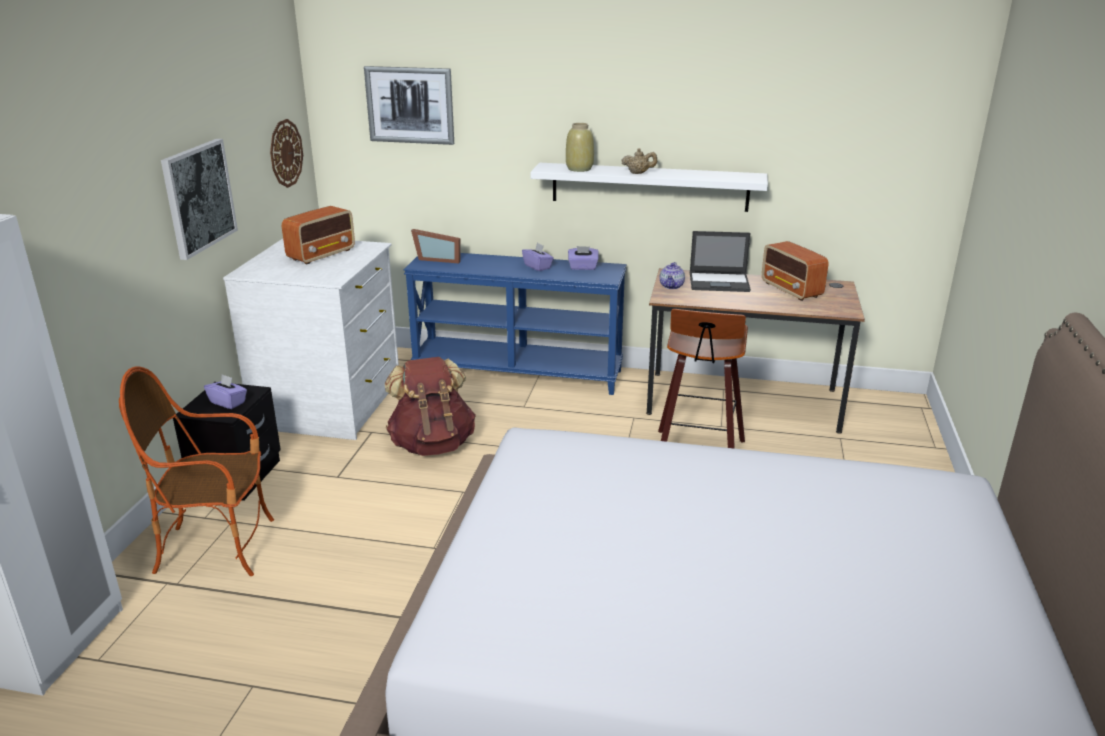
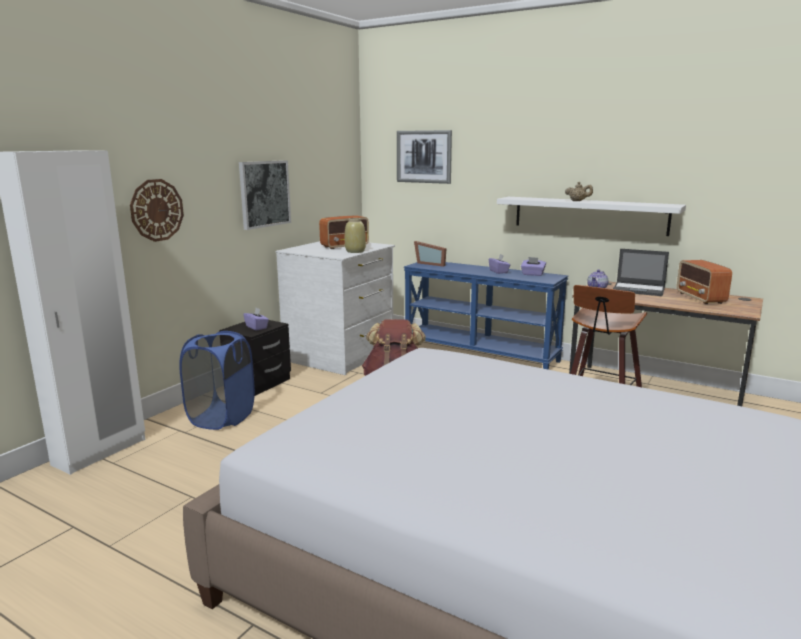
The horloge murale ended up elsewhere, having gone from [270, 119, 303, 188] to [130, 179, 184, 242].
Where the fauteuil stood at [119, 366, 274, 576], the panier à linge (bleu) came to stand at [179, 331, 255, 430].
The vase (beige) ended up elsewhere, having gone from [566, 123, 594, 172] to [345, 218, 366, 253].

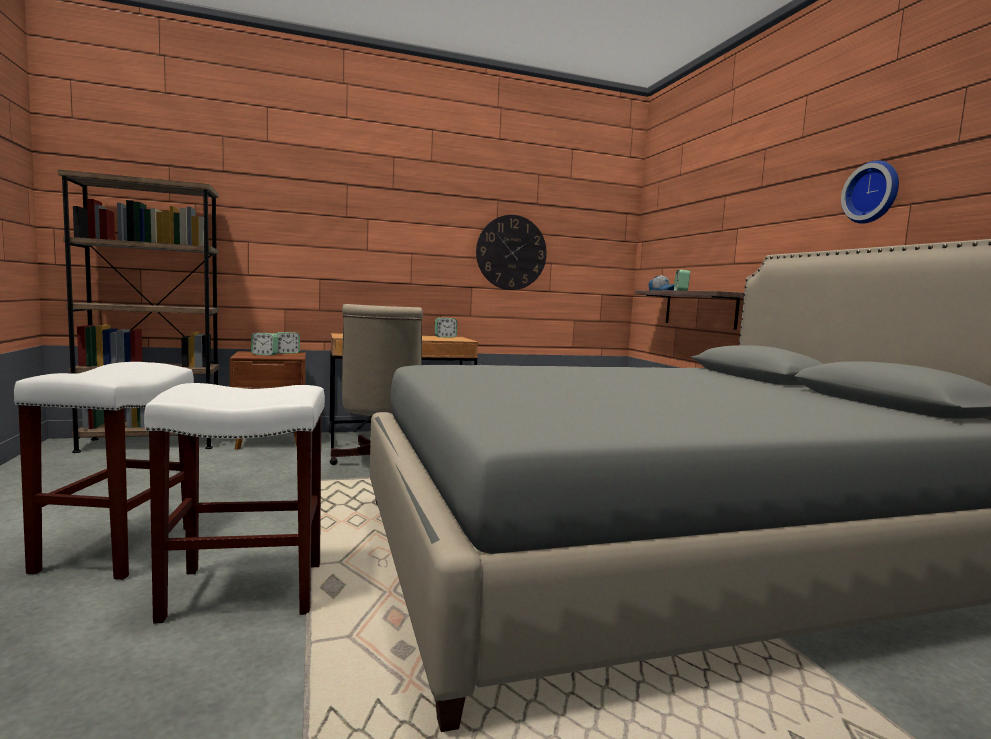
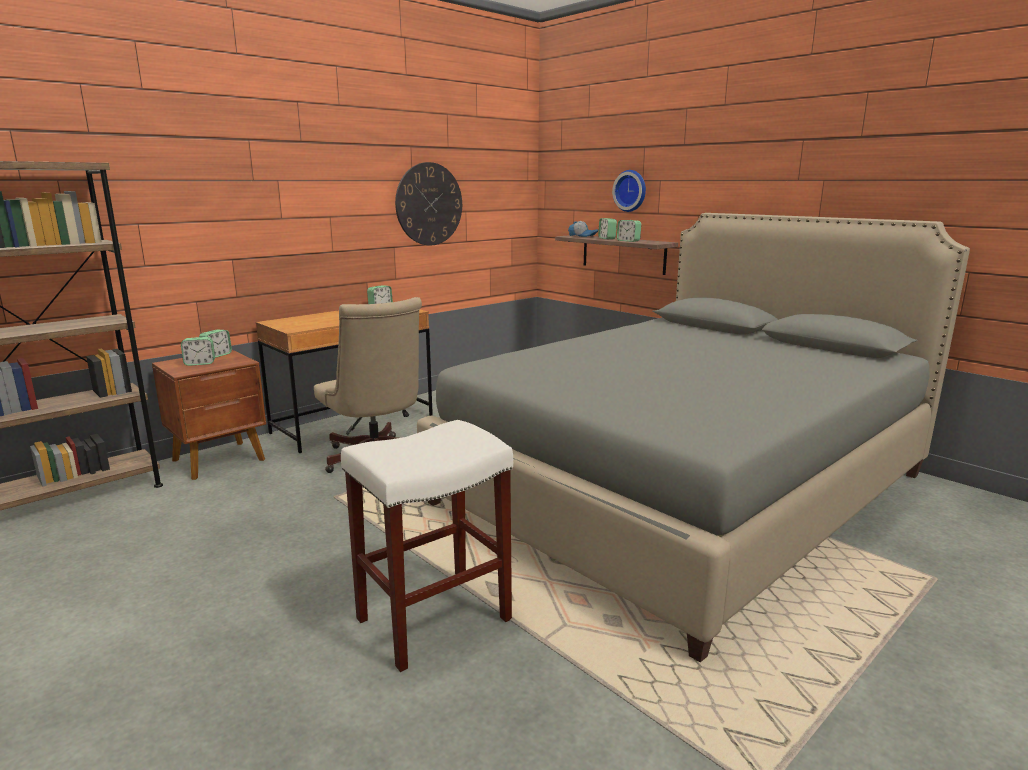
The horloge murale ended up elsewhere, having gone from [841, 160, 899, 224] to [612, 170, 646, 212].
The second view gained the réveil at [617, 220, 641, 242].
The second view lost the tabouret (blanc) at [14, 362, 194, 580].

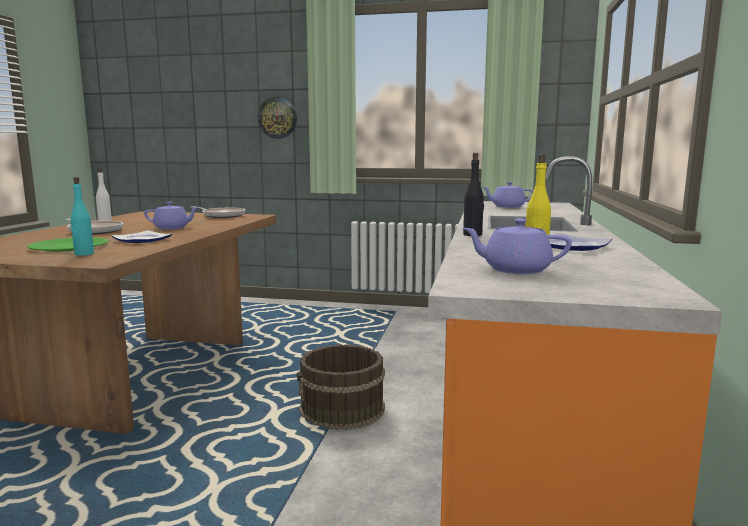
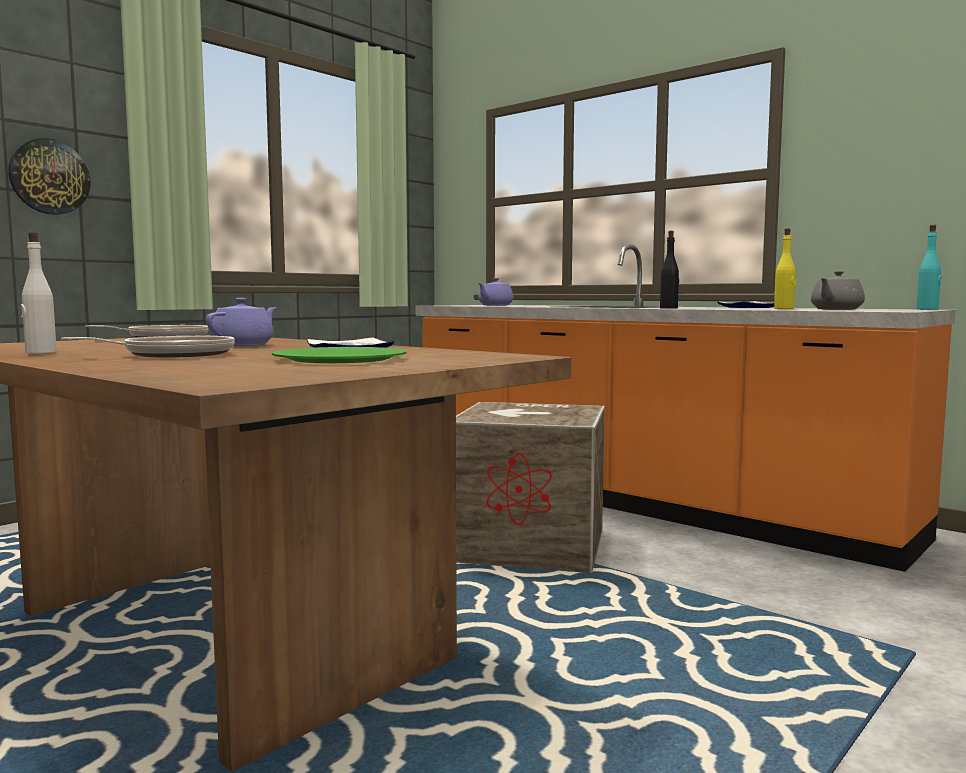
Where the seau (marron) stood at [297, 344, 385, 430], the caisse came to stand at [456, 402, 605, 573].
What was the théière (violet) at [463, 219, 572, 274] turned into the théière (gris) at [811, 271, 865, 310].
The bouteille (turquoise) ended up elsewhere, having gone from [71, 177, 94, 256] to [916, 225, 942, 310].

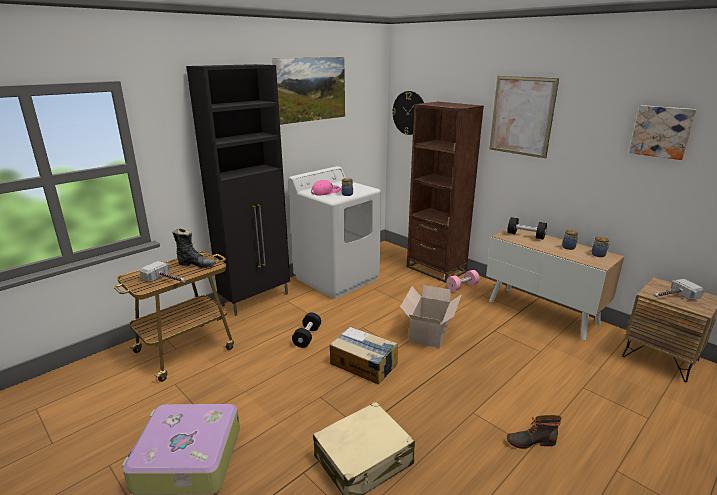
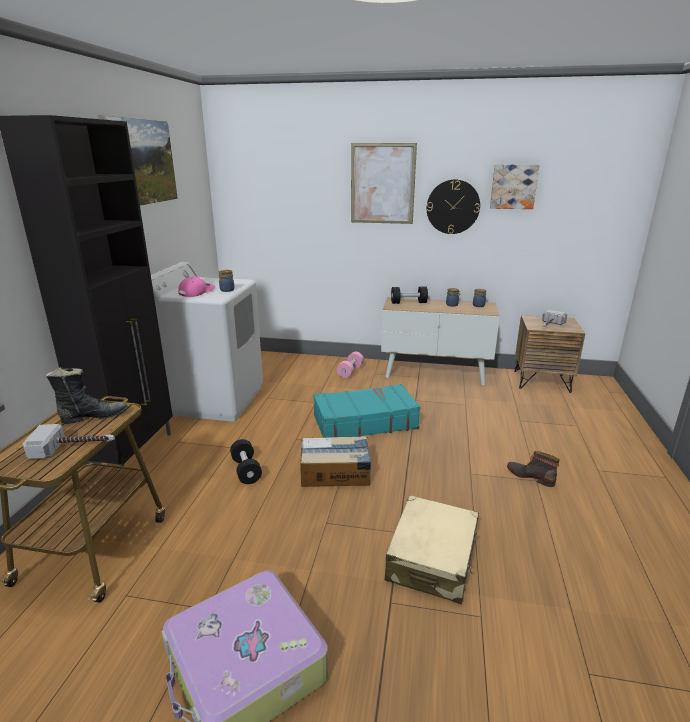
Where the carton stood at [400, 285, 462, 348], the valise (turquoise) came to stand at [313, 384, 421, 438].
The horloge murale ended up elsewhere, having gone from [392, 91, 424, 135] to [427, 179, 480, 234].
The botte at [507, 415, 562, 449] ended up facing another way, 75 degrees clockwise from before.
The second view lost the bibliothèque (marron) at [407, 102, 484, 283].

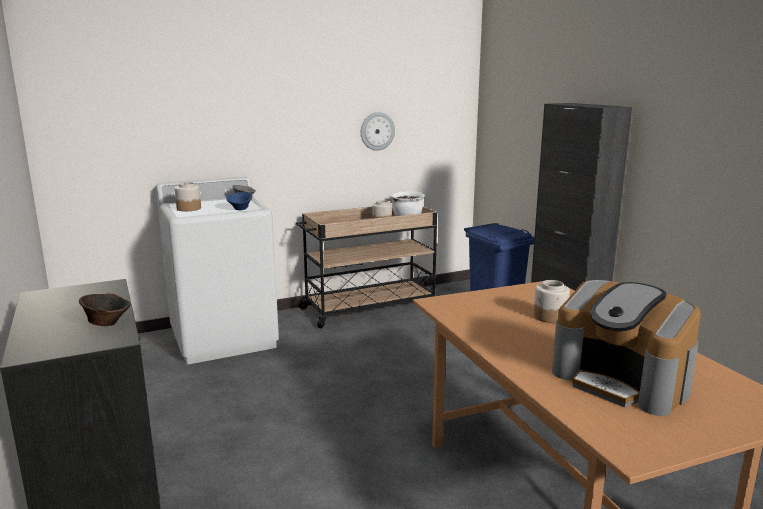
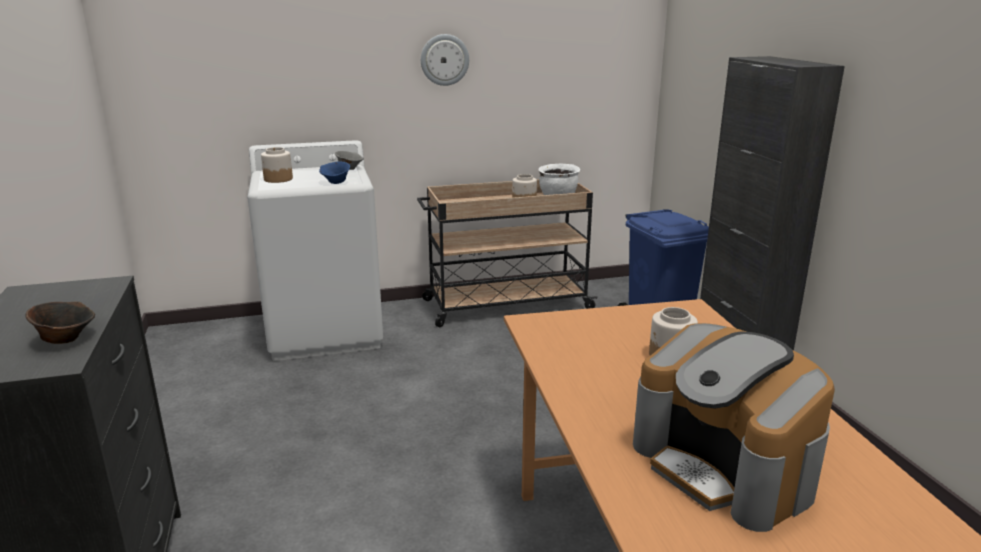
The horloge murale ended up elsewhere, having gone from [361, 112, 395, 151] to [421, 34, 469, 86].

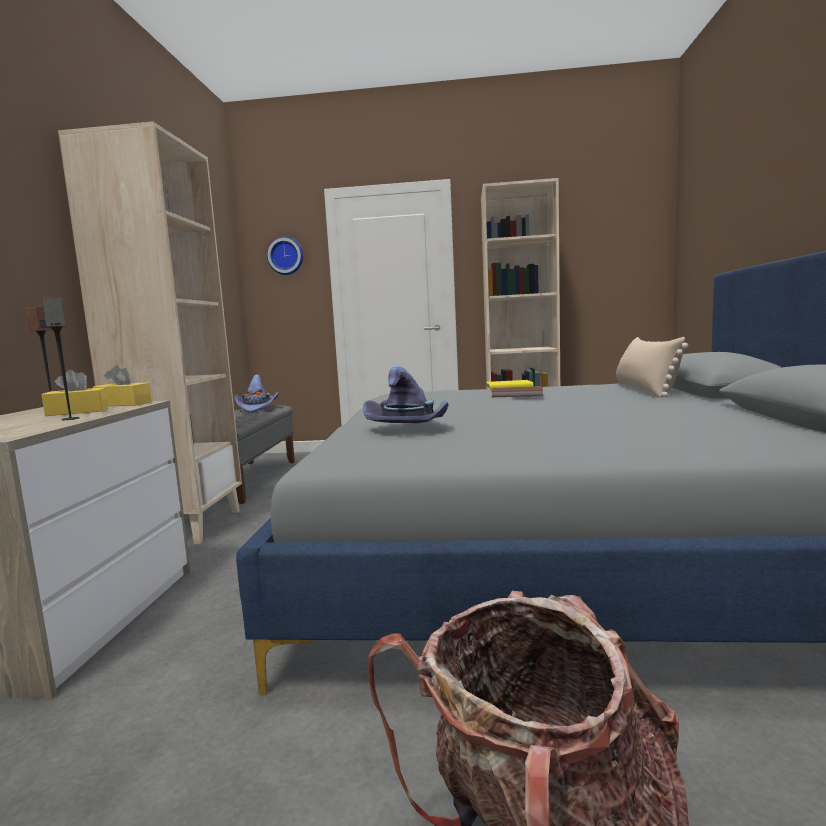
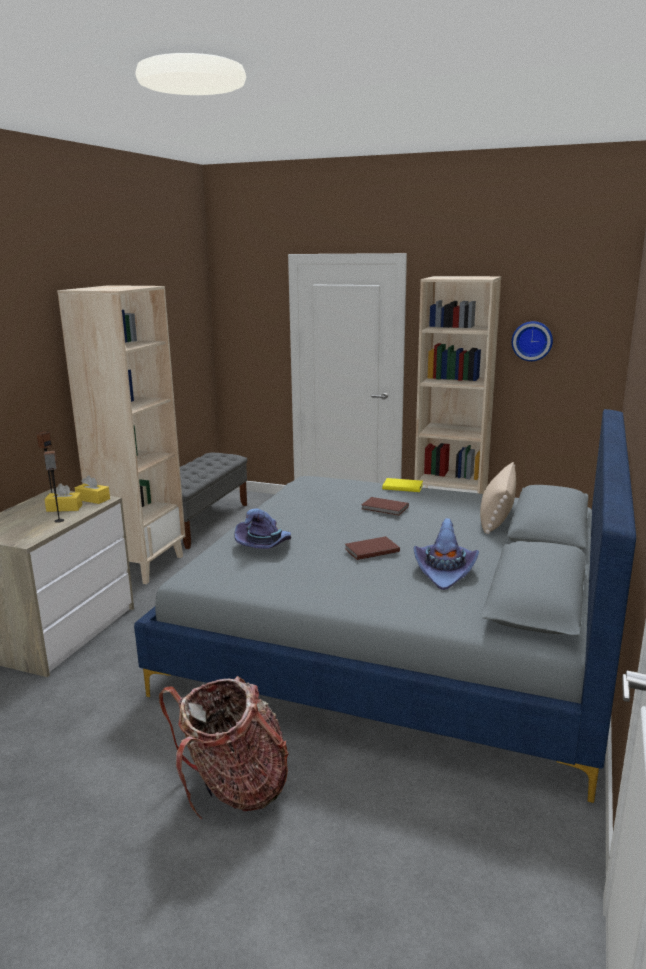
The second view gained the livre (marron) at [345, 536, 400, 560].
The chapeau (violet) ended up elsewhere, having gone from [234, 375, 279, 413] to [414, 518, 479, 590].
The horloge murale ended up elsewhere, having gone from [267, 237, 303, 275] to [512, 321, 553, 361].

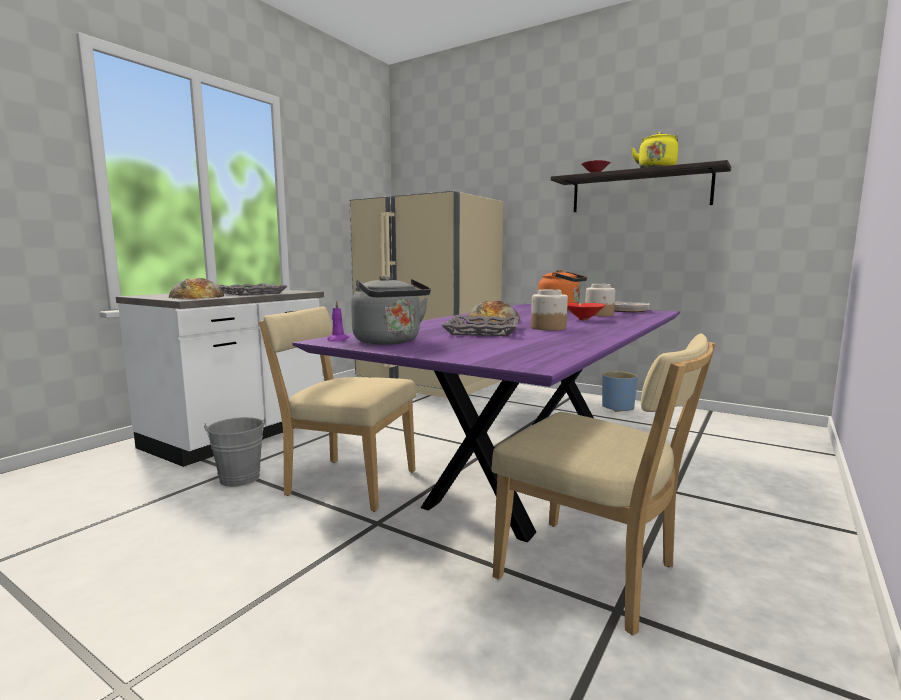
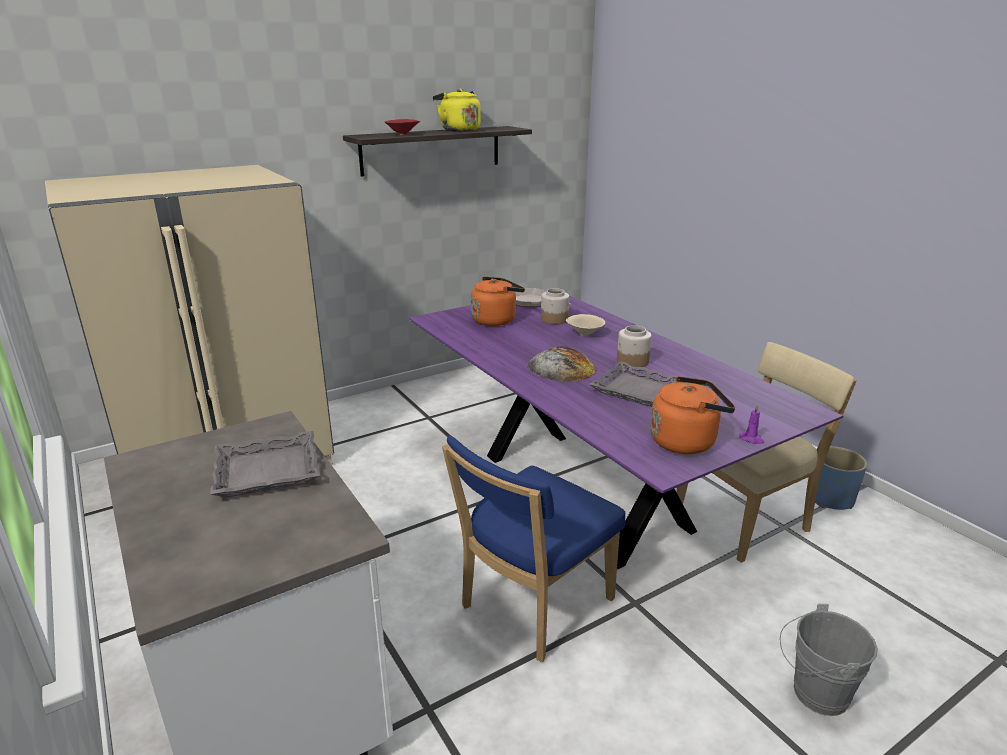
What was the chaise (beige) at [259, 307, 416, 512] turned into the chaise (bleu) at [442, 436, 625, 662].
What was the bol (rouge) at [567, 303, 605, 320] turned into the bol (beige) at [565, 314, 605, 336].
What was the bouilloire (gris) at [351, 275, 431, 345] turned into the bouilloire (orange) at [650, 376, 735, 454].
The bougie (violet) ended up elsewhere, having gone from [327, 300, 349, 342] to [739, 405, 764, 444].
The seau (gris) ended up elsewhere, having gone from [204, 417, 266, 487] to [780, 604, 878, 716].
The cache-pot (bleu) ended up elsewhere, having gone from [602, 371, 638, 412] to [815, 446, 867, 510].
The second view lost the pain at [168, 278, 224, 299].

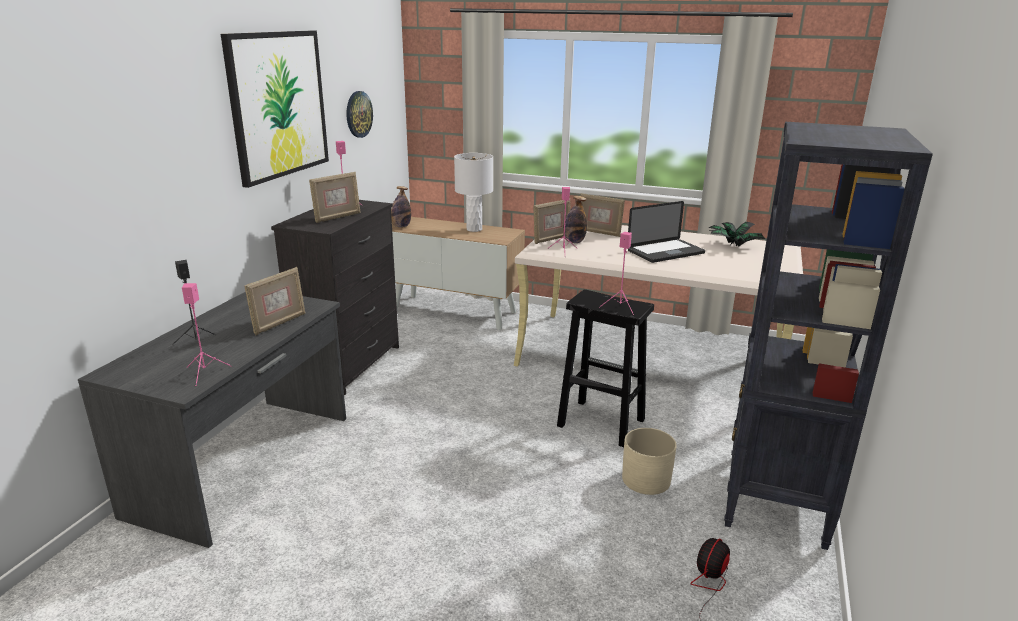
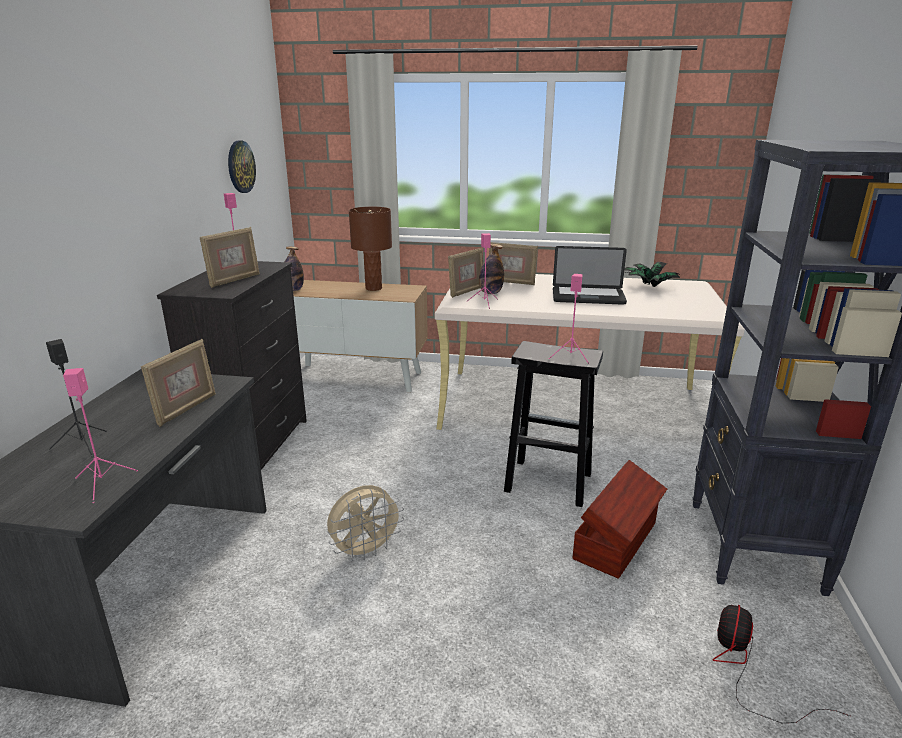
The second view gained the ventilateur (beige) at [327, 485, 404, 561].
What was the lampe de table (blanc) at [454, 153, 493, 232] turned into the lampe de table (marron) at [349, 207, 392, 291].
The ordinateur portable at [628, 201, 705, 263] ended up facing another way, 45 degrees clockwise from before.
Where the cache-pot (beige) stood at [622, 428, 677, 495], the boîte de rangement (marron) came to stand at [573, 460, 667, 579].
The second view lost the tableau at [221, 30, 329, 188].

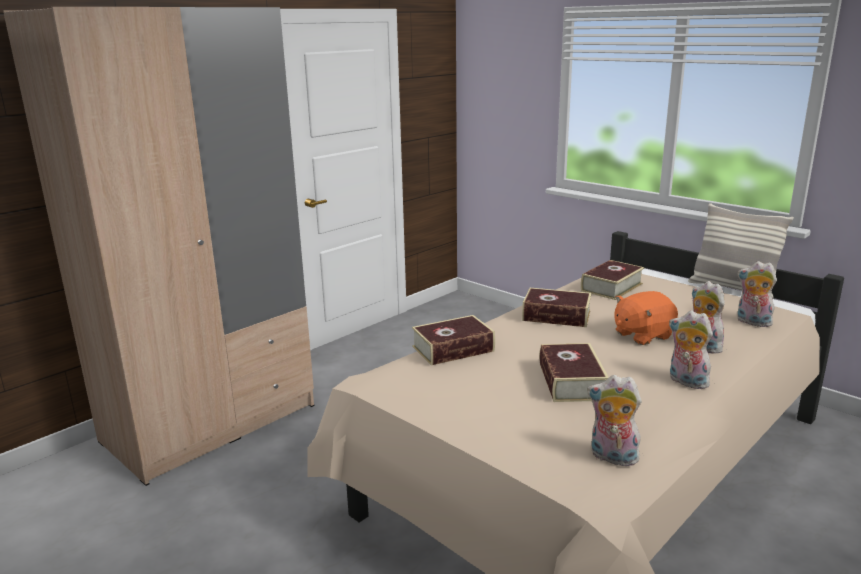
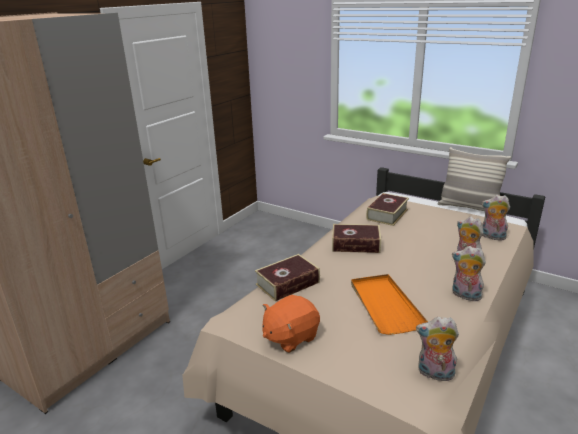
The peluche (orange) ended up elsewhere, having gone from [614, 291, 678, 345] to [263, 295, 320, 353].
Where the livre stood at [539, 343, 609, 402], the plateau (orange) came to stand at [351, 274, 428, 335].

